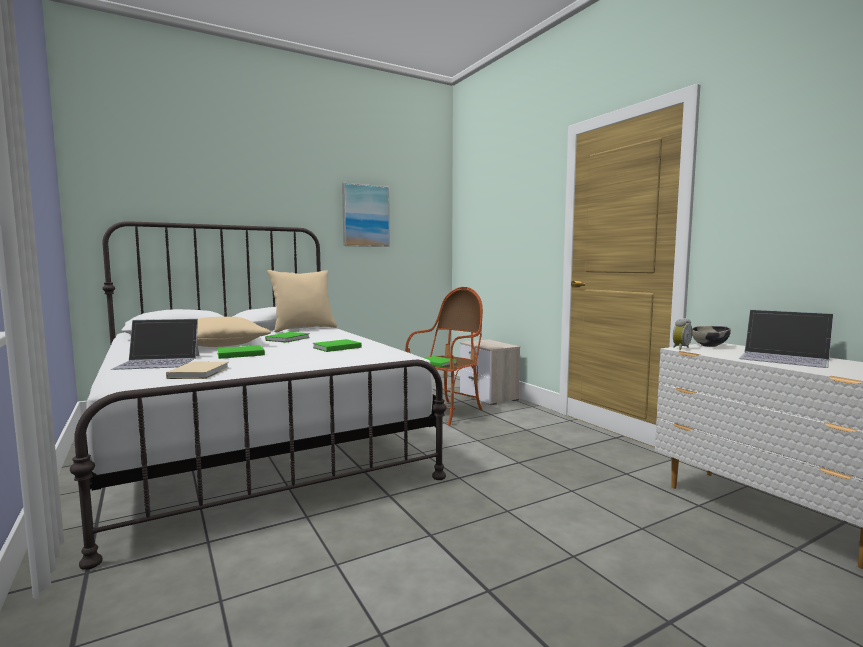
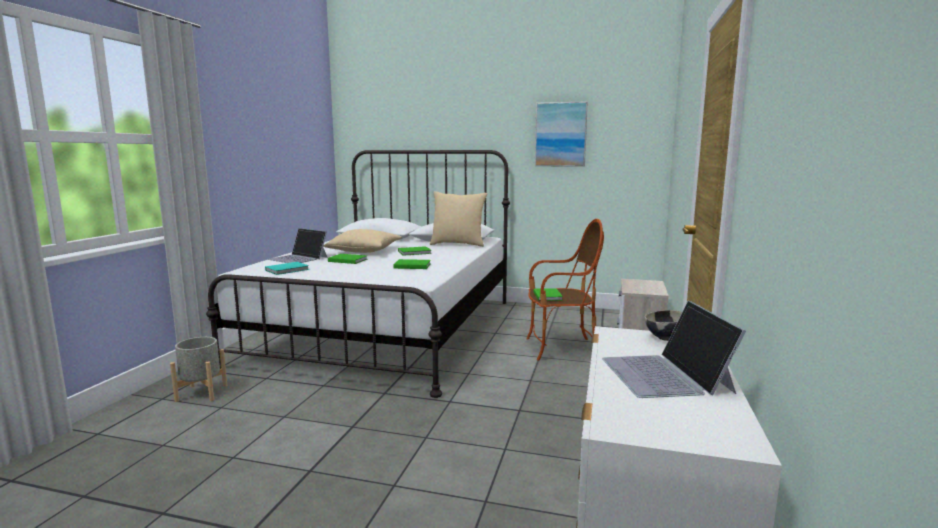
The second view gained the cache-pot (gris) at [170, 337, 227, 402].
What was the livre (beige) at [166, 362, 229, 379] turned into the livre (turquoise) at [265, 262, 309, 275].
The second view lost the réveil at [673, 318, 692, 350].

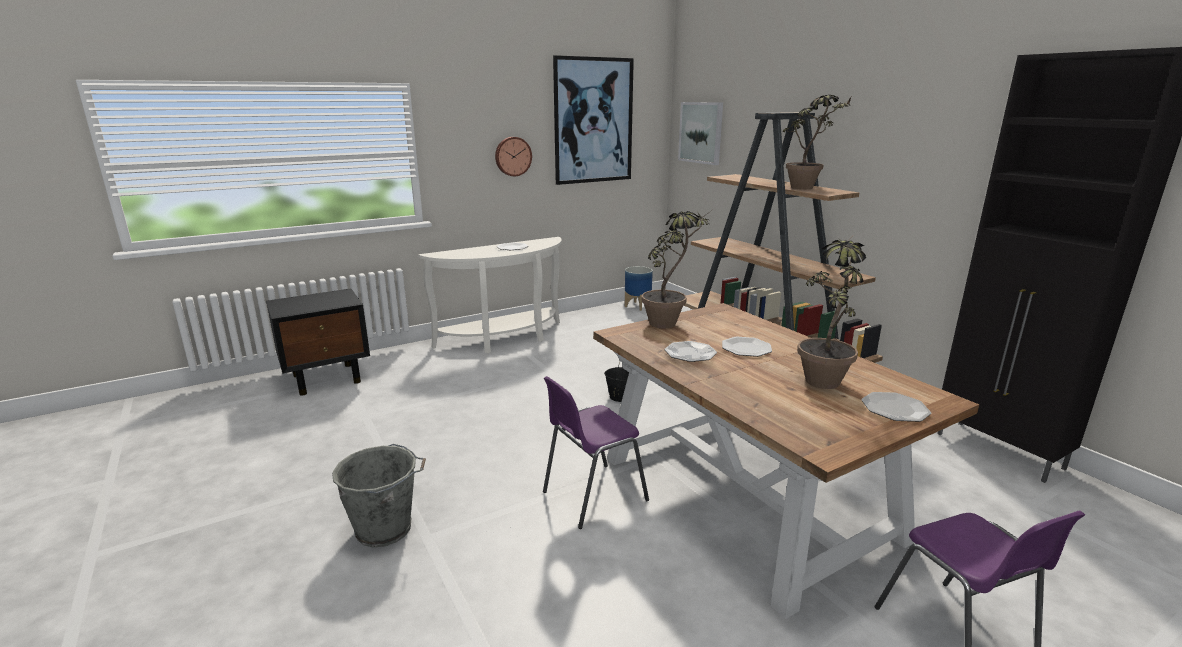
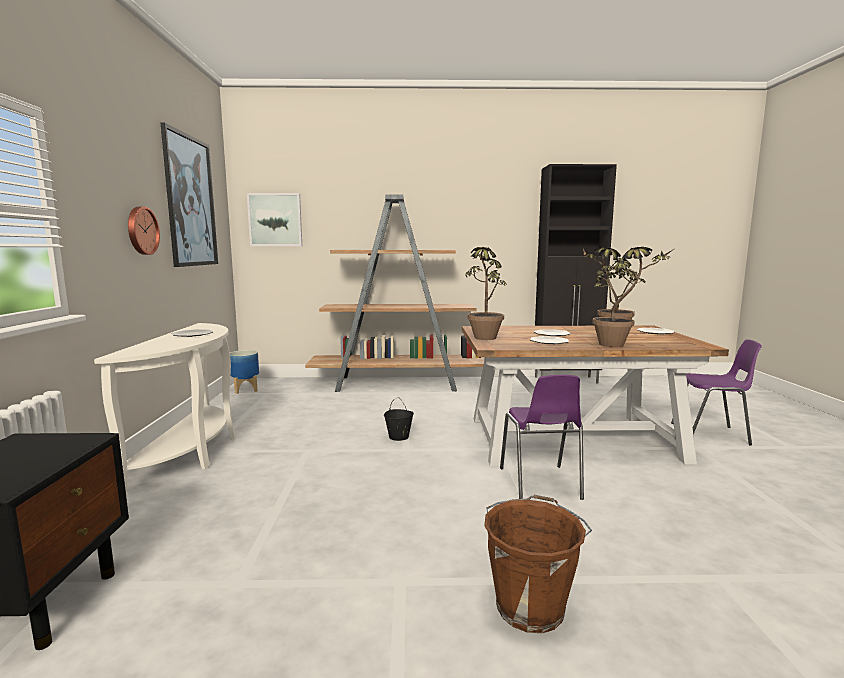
What was the seau (gris) at [332, 444, 426, 547] turned into the seau (marron) at [484, 494, 592, 633].
The plante en pot ended up elsewhere, having gone from [783, 95, 851, 189] to [592, 247, 674, 347].

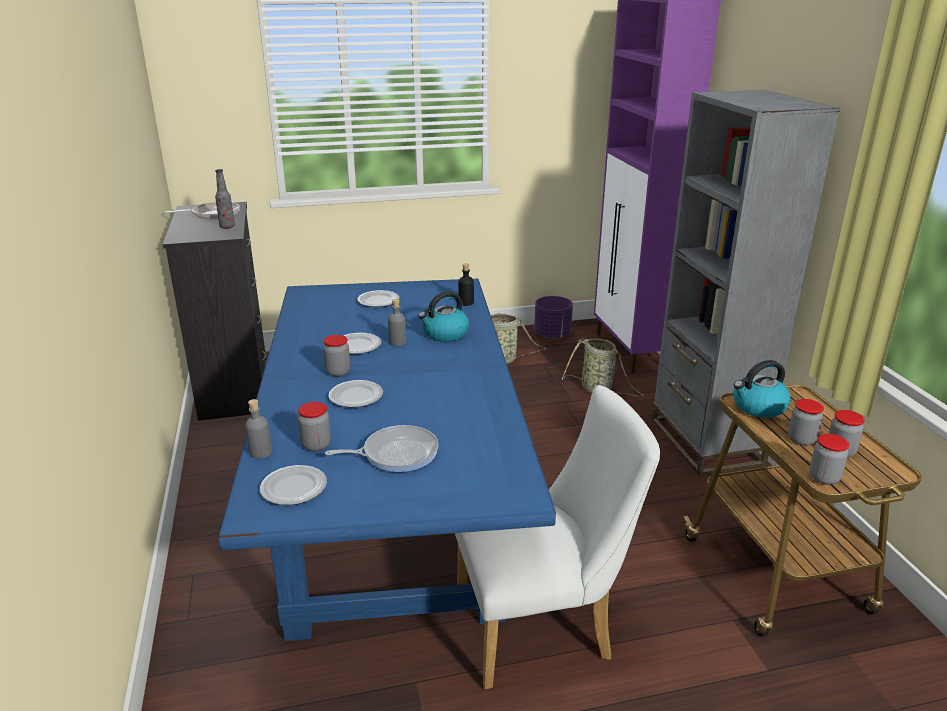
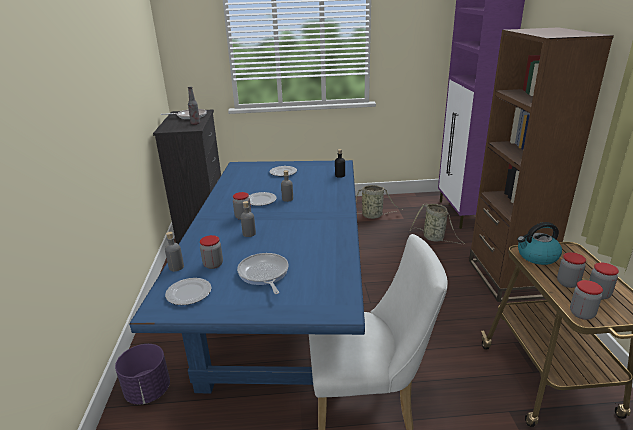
The cache-pot (violet) ended up elsewhere, having gone from [534, 296, 573, 339] to [115, 344, 170, 404].
The poêle at [325, 425, 439, 472] ended up facing another way, 105 degrees counterclockwise from before.
Where the assiette stood at [328, 380, 383, 407], the bouteille (gris) came to stand at [241, 201, 256, 237].
What was the bibliothèque (gris) at [651, 90, 840, 476] turned into the bibliothèque (marron) at [469, 27, 614, 302].
The second view lost the bouilloire at [418, 291, 469, 342].

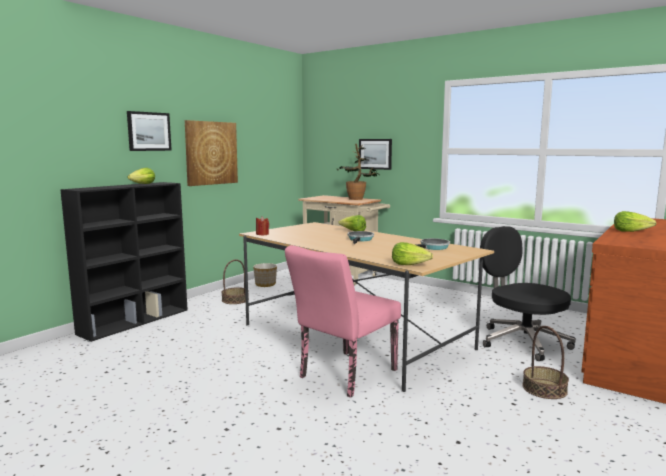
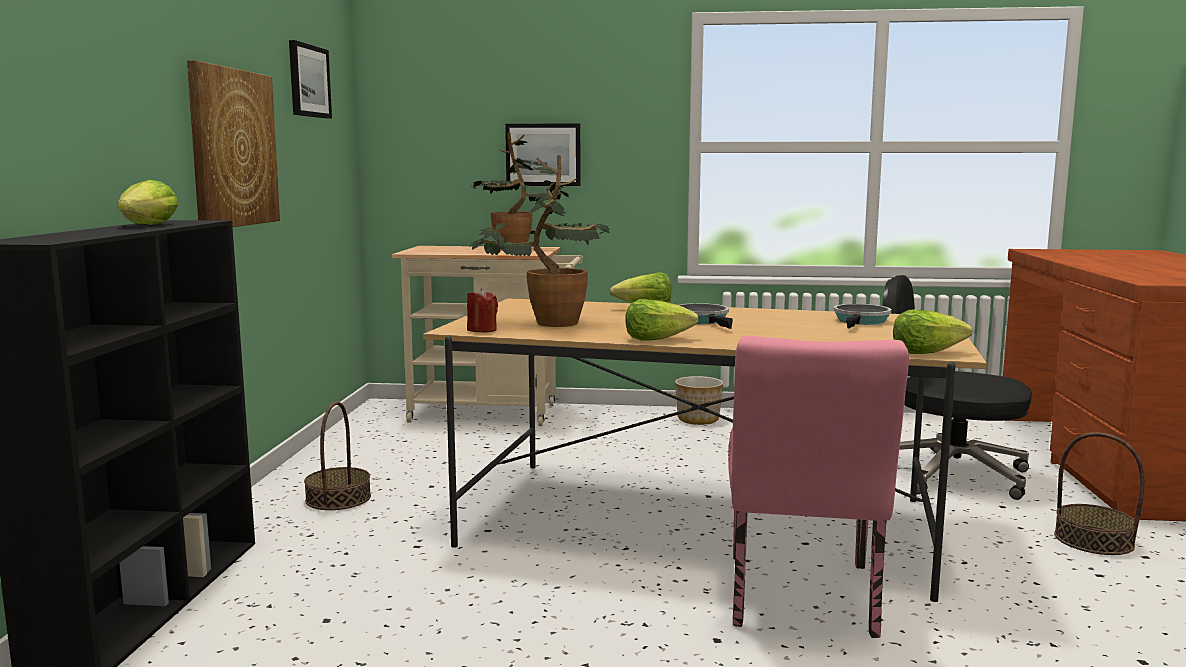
The tableau ended up elsewhere, having gone from [127, 111, 172, 151] to [289, 40, 332, 118].
The second view gained the plante en pot at [469, 155, 610, 327].
The laitue ended up elsewhere, having gone from [614, 211, 656, 232] to [625, 299, 699, 341].
The cache-pot ended up elsewhere, having gone from [253, 263, 277, 287] to [675, 376, 723, 425].

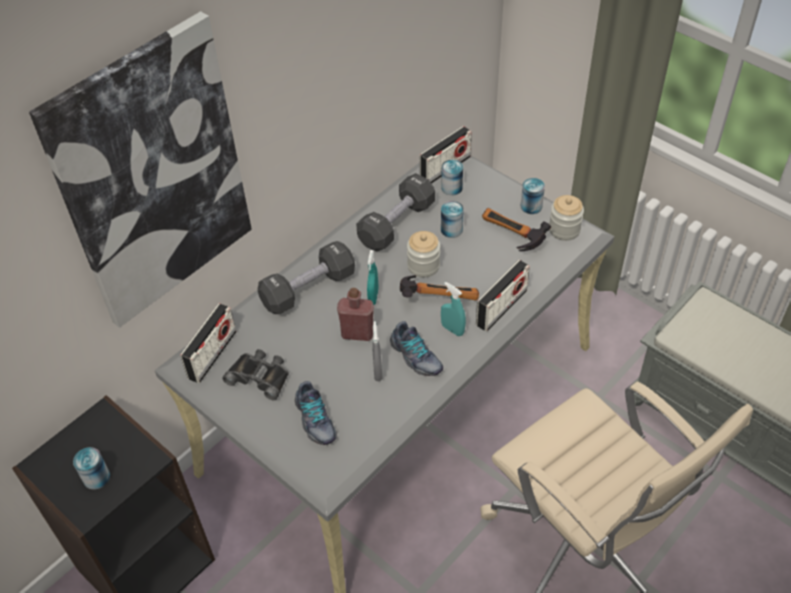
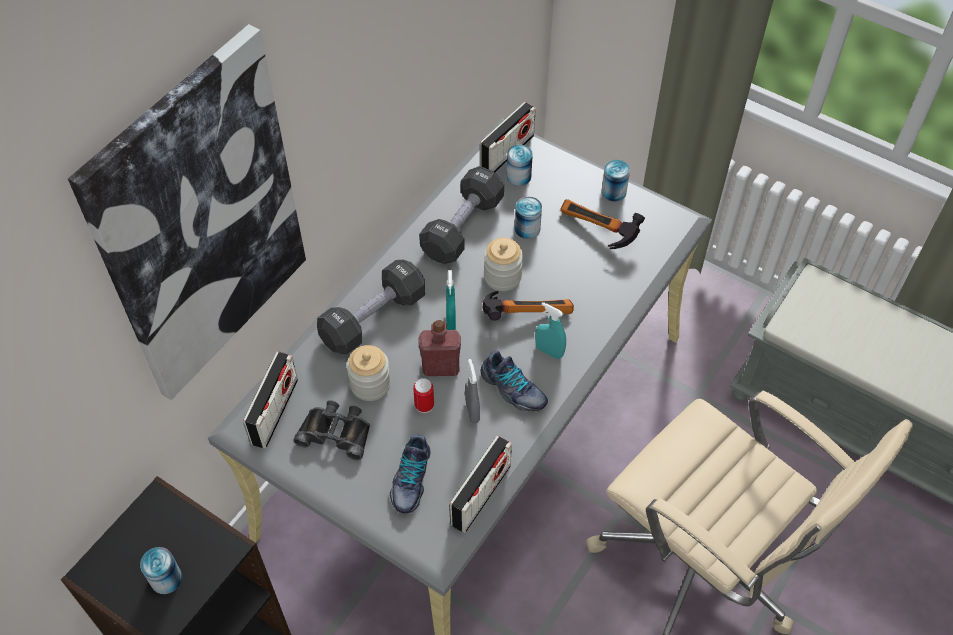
The bocal ended up elsewhere, having gone from [549, 195, 584, 241] to [347, 345, 391, 401].
The chaussure at [295, 381, 337, 445] ended up facing another way, 45 degrees clockwise from before.
The second view gained the boîte métallique at [413, 378, 434, 413].
The radio ended up elsewhere, having gone from [476, 260, 530, 332] to [449, 436, 512, 533].

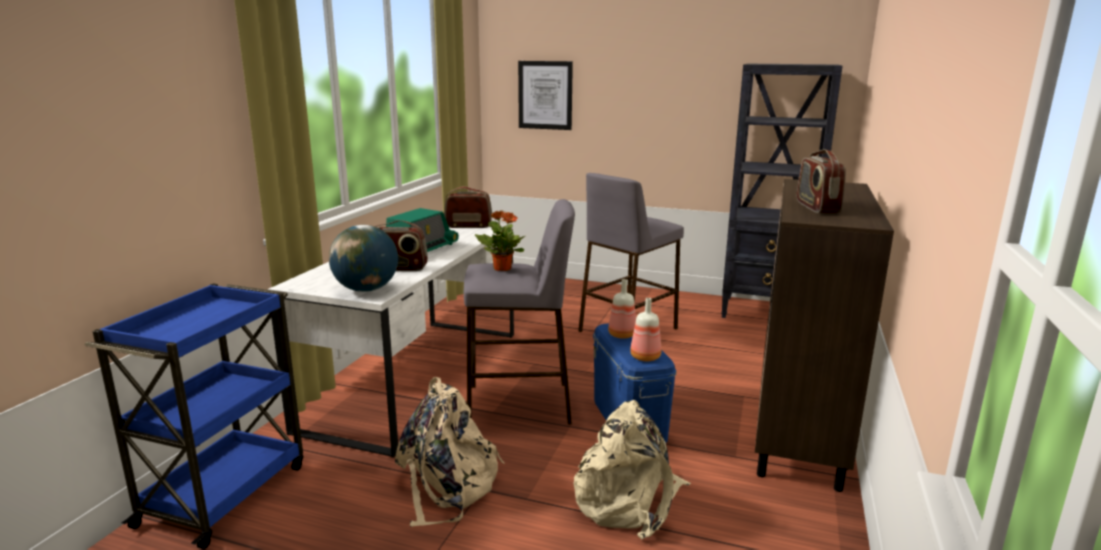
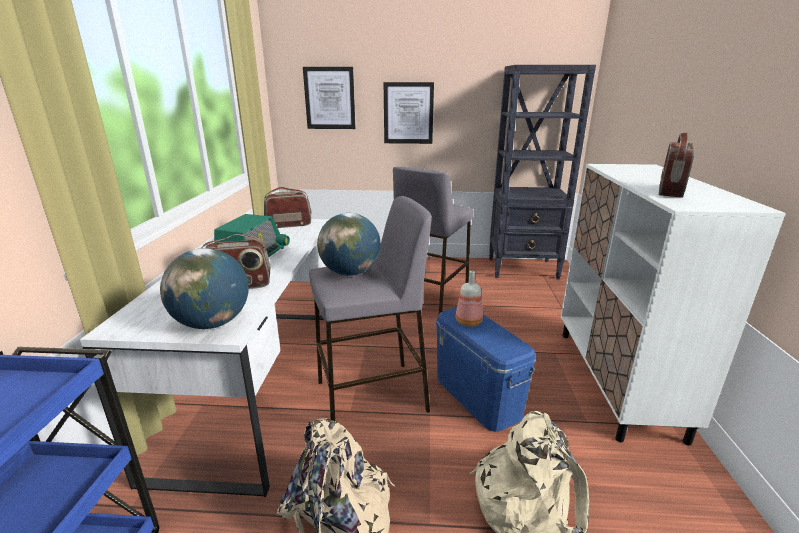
Where the plante en pot stood at [475, 211, 525, 271], the globe came to stand at [317, 213, 381, 276].
The second view gained the tableau at [384, 82, 434, 144].
What was the meuble de rangement (marron) at [755, 179, 894, 492] turned into the meuble de rangement (blanc) at [561, 164, 786, 446].
The radio at [797, 149, 846, 213] ended up facing another way, 135 degrees counterclockwise from before.
The second view lost the bouteille at [630, 298, 661, 361].

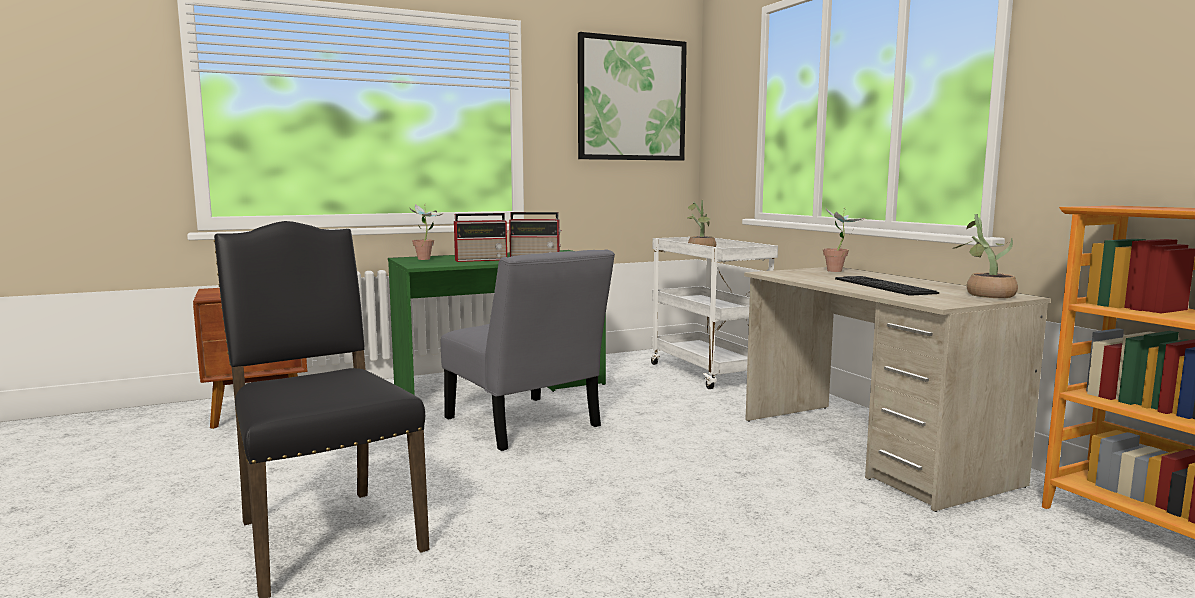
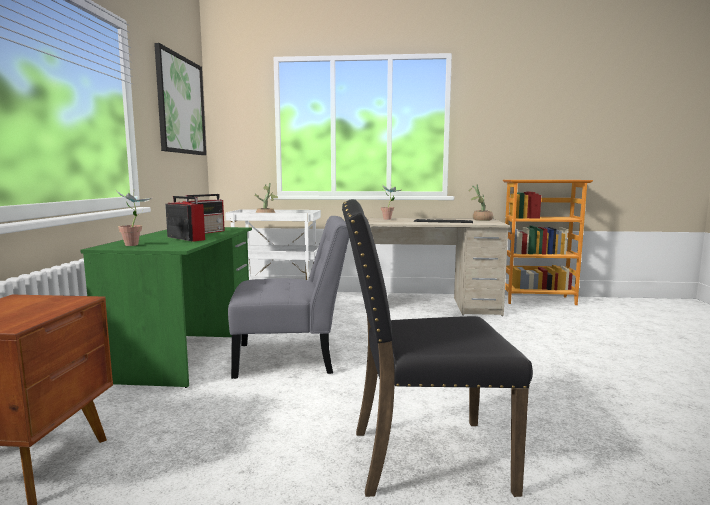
The radio at [454, 213, 508, 262] ended up facing another way, 60 degrees counterclockwise from before.

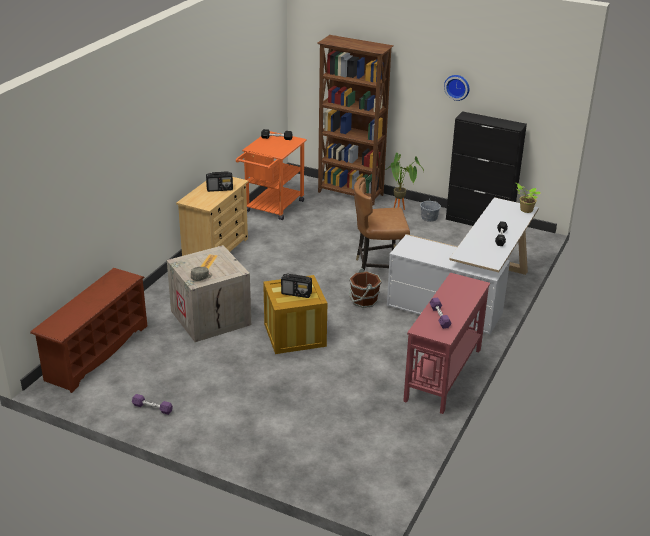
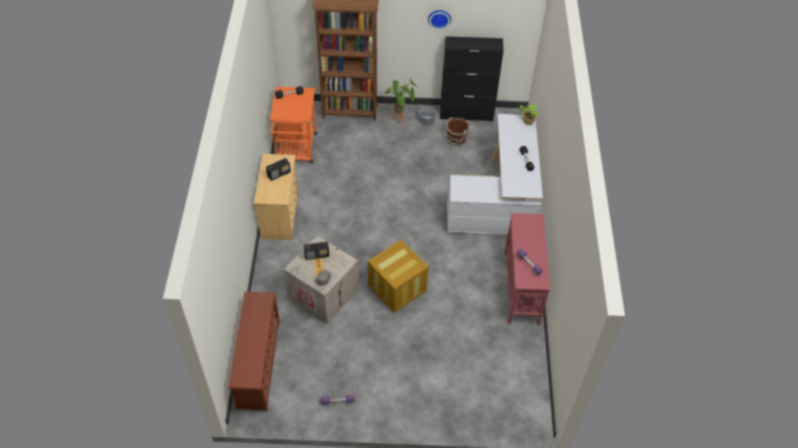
The radio ended up elsewhere, having gone from [281, 274, 312, 298] to [304, 242, 329, 260].
The seau (marron) ended up elsewhere, having gone from [349, 268, 382, 308] to [444, 117, 470, 146].
The second view lost the chaise (marron) at [354, 177, 410, 271].

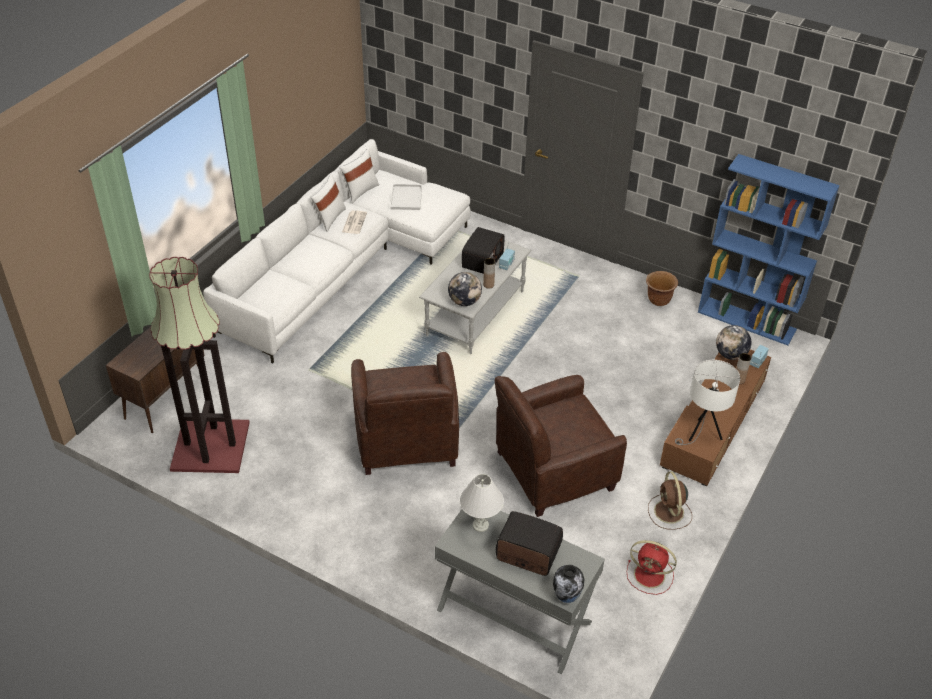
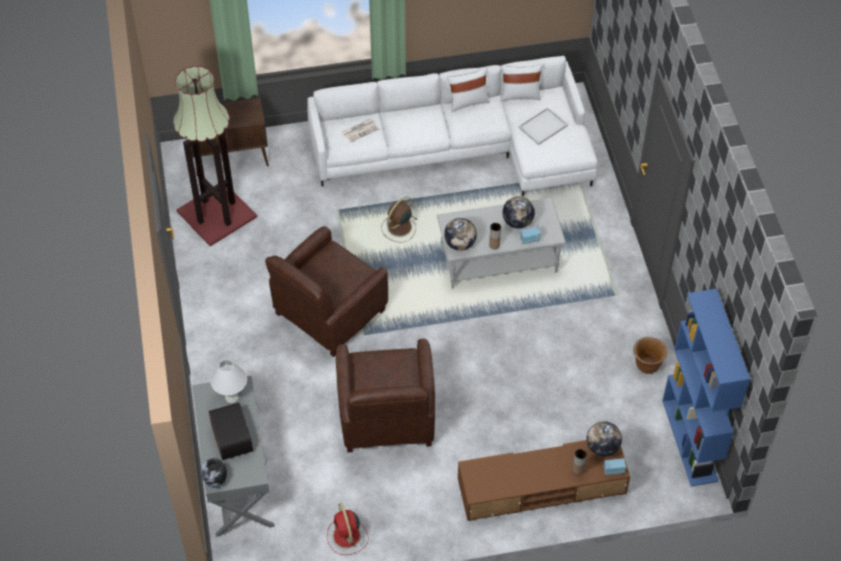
The fauteuil (marron) at [495, 375, 627, 517] ended up facing another way, 120 degrees counterclockwise from before.
The journal ended up elsewhere, having gone from [342, 210, 367, 234] to [341, 119, 379, 143].
The ventilateur (marron) ended up elsewhere, having gone from [648, 471, 692, 530] to [381, 196, 417, 242].
Where the radio stood at [462, 227, 504, 274], the globe came to stand at [503, 196, 535, 229].
The second view lost the lampe de table (blanc) at [675, 360, 740, 445].

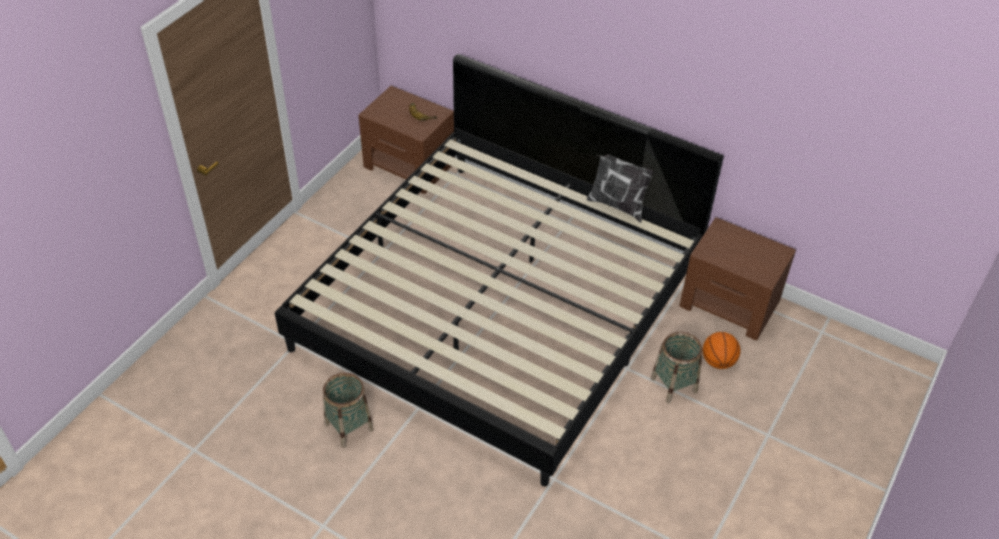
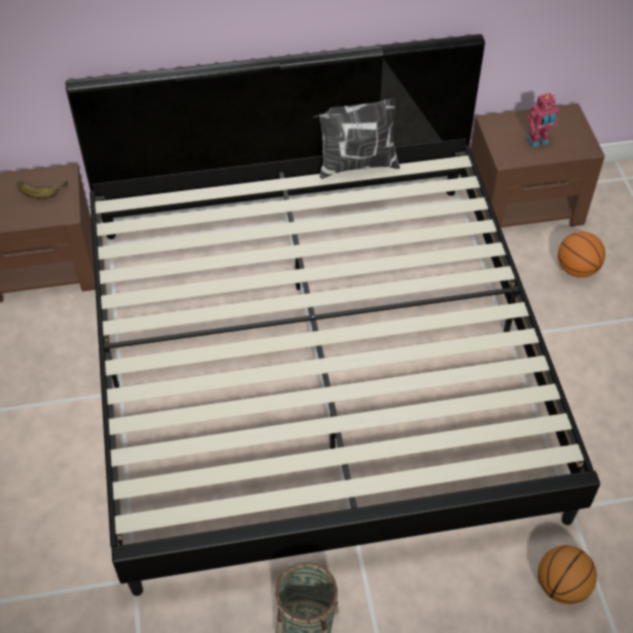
The second view gained the robot jouet at [526, 93, 558, 148].
The second view gained the ballon de basket at [538, 545, 597, 604].
The second view lost the panier at [651, 332, 702, 403].

